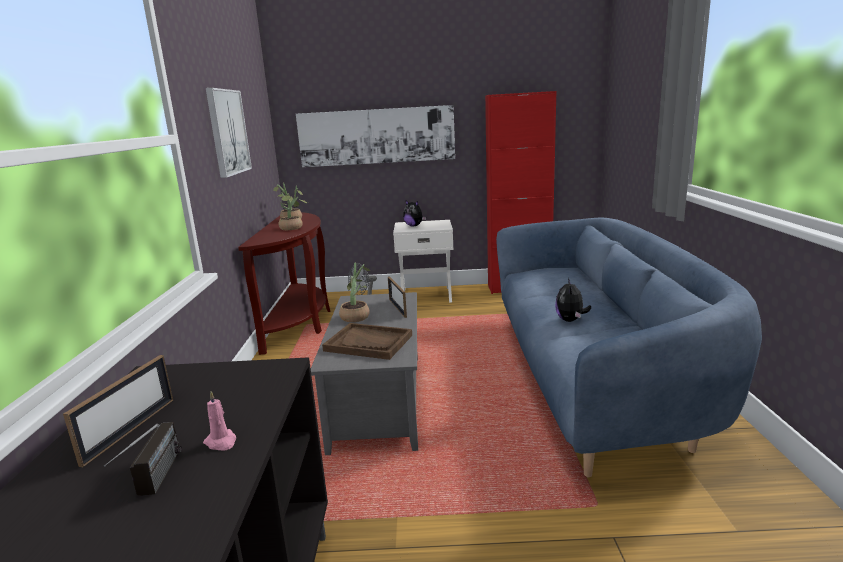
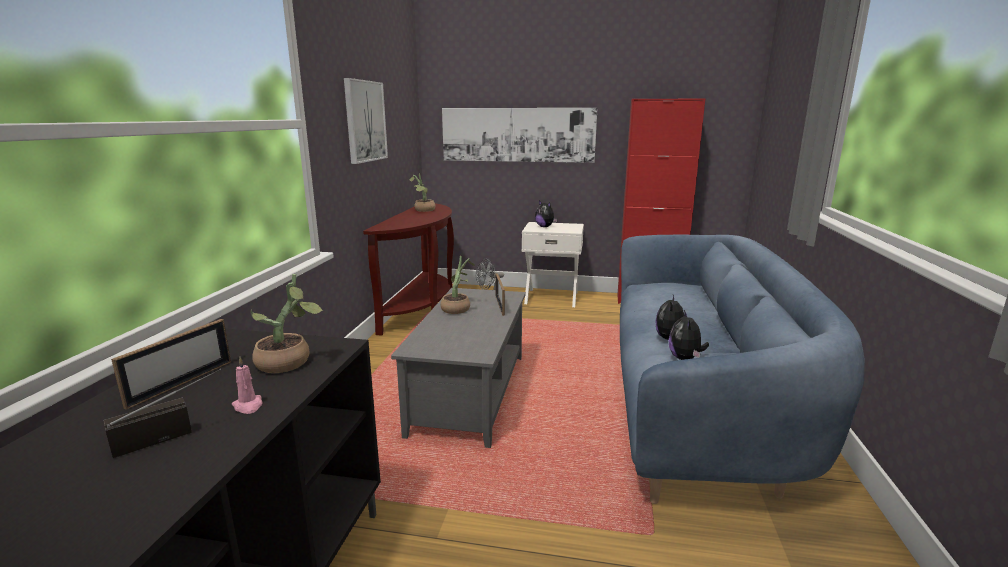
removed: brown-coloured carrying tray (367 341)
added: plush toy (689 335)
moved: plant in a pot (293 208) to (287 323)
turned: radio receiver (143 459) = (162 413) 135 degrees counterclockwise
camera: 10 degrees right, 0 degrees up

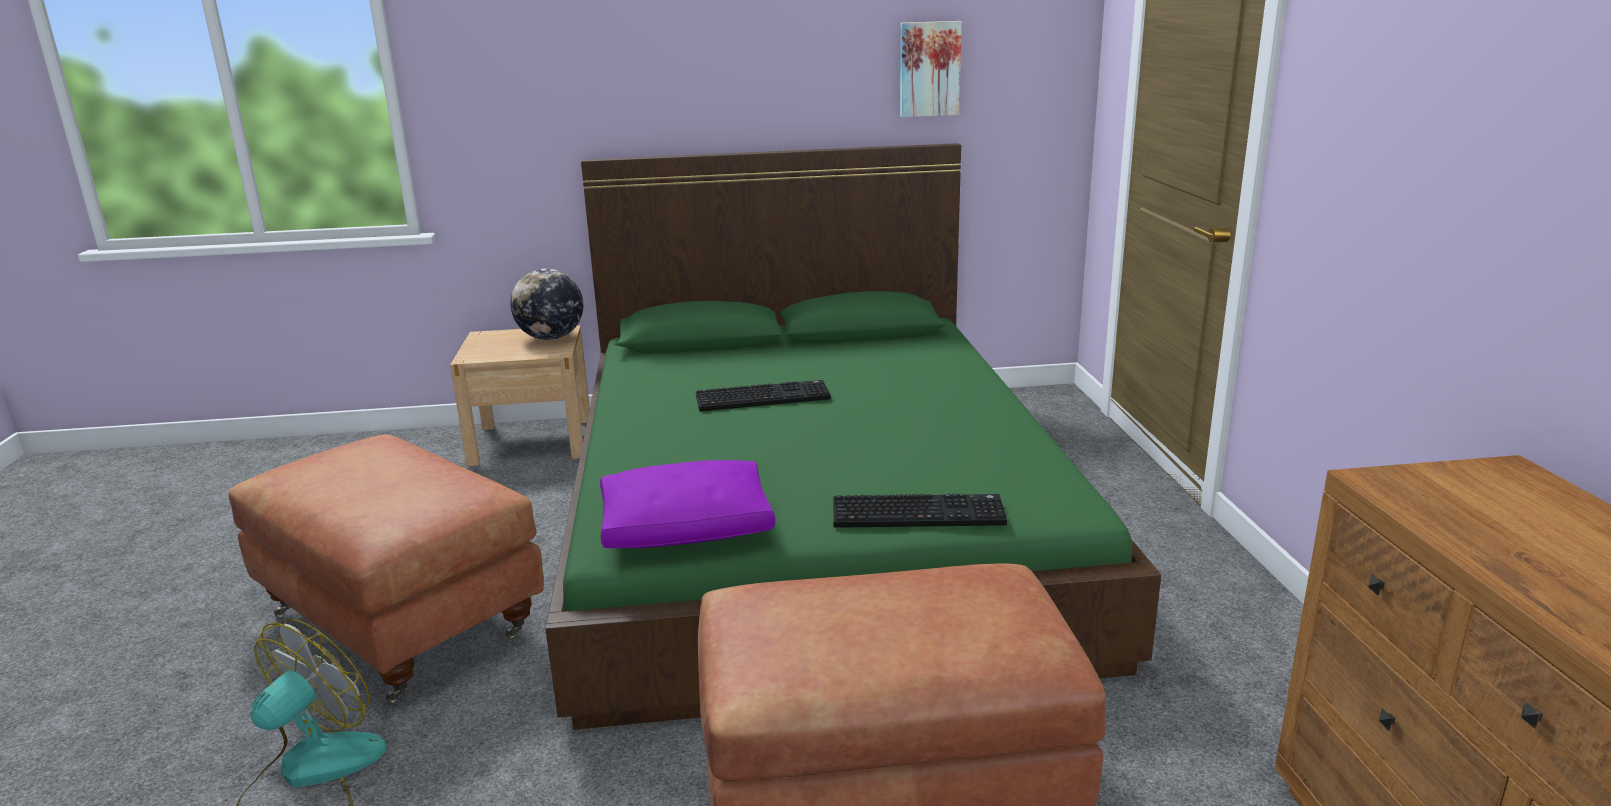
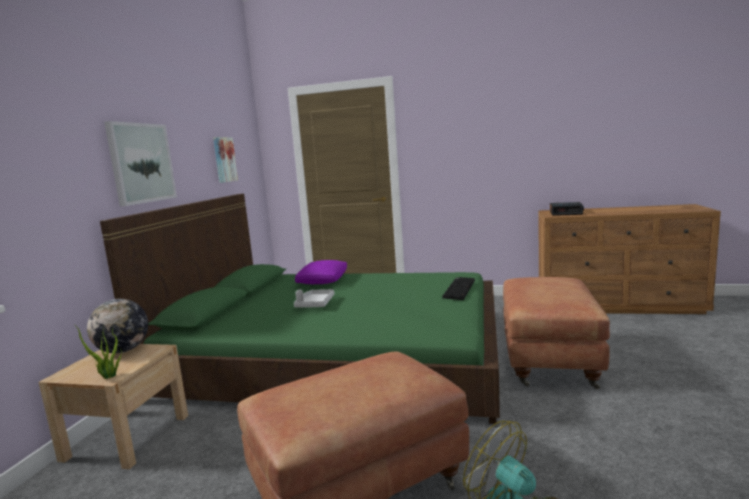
added: plant in a pot (97 350); picture (140 163); bedside clock (567 209)
moved: purple throw pillow (687 504) to (321 272)
replaced: computer keyboard (763 395) to gray carrying tray (314 298)
camera: 70 degrees left, 10 degrees down

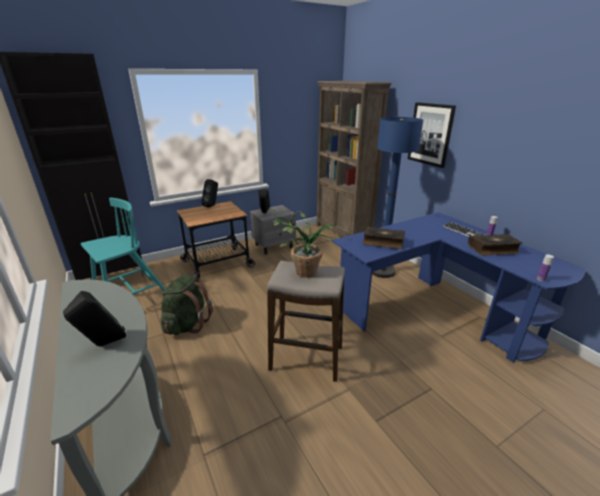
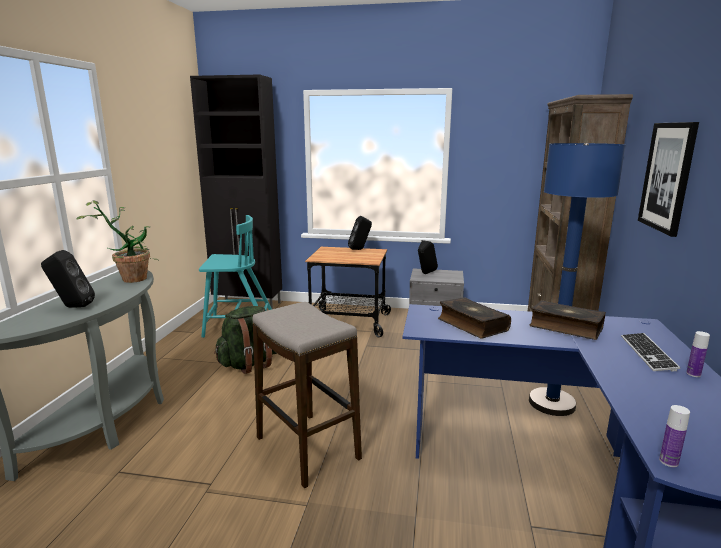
moved: plant in a pot (305 244) to (117 241); book (495 245) to (567 320)
camera: 40 degrees right, 10 degrees down

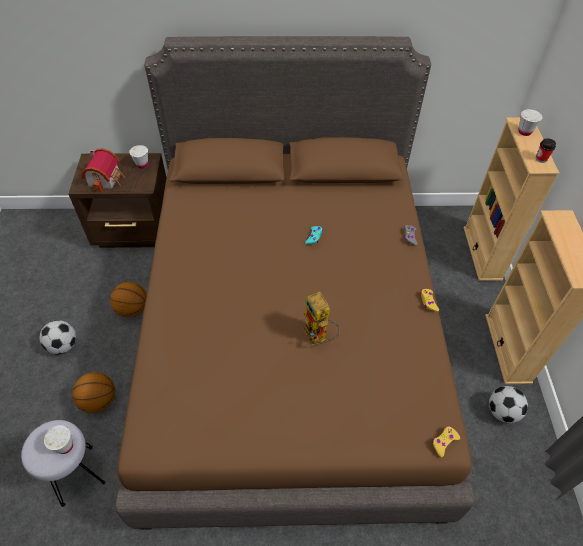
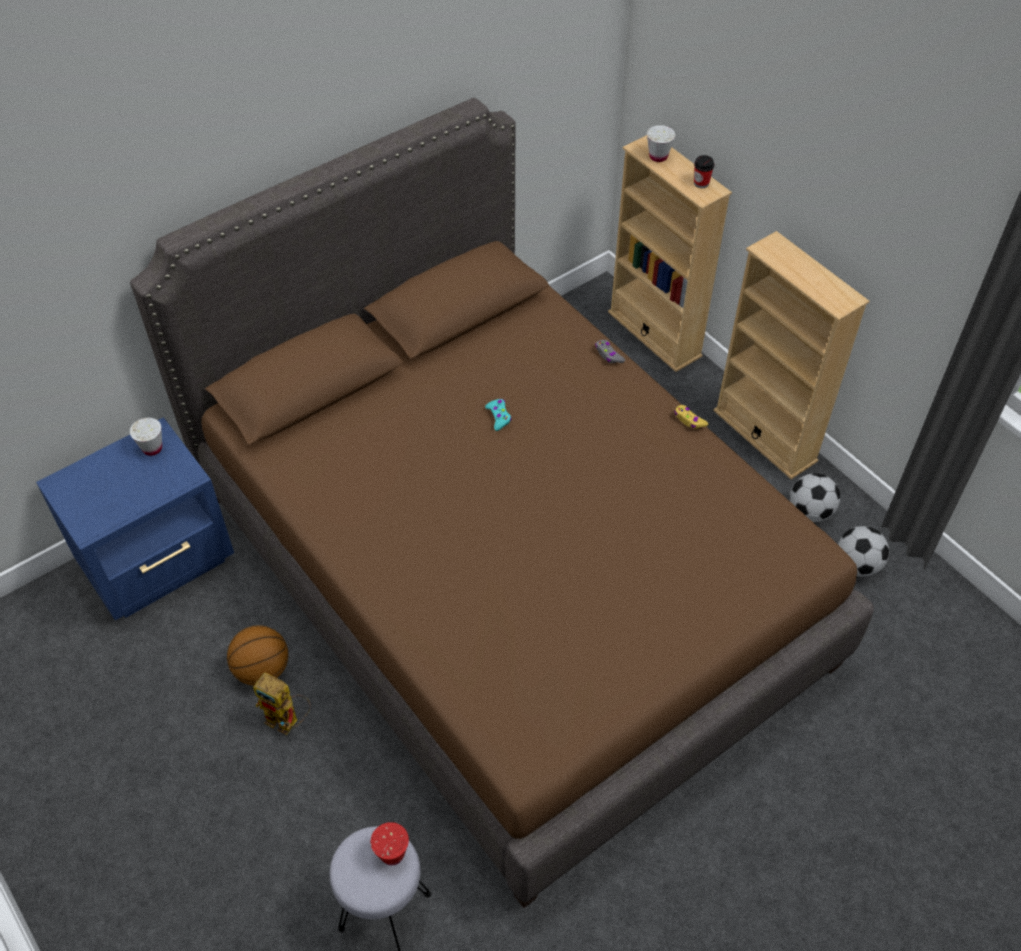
removed: ball for basketball (93 392); model house (103 170); yellow gamepad (446 441)
moved: ball for football (58 337) to (863 551); robot figure (321 318) to (282 704)
recoloured: whitish cup (58 439) to red-coloured cup (390 843); brown-coloured night table (118 200) to bluish night table (135 518)
camera: 35 degrees left, 0 degrees up

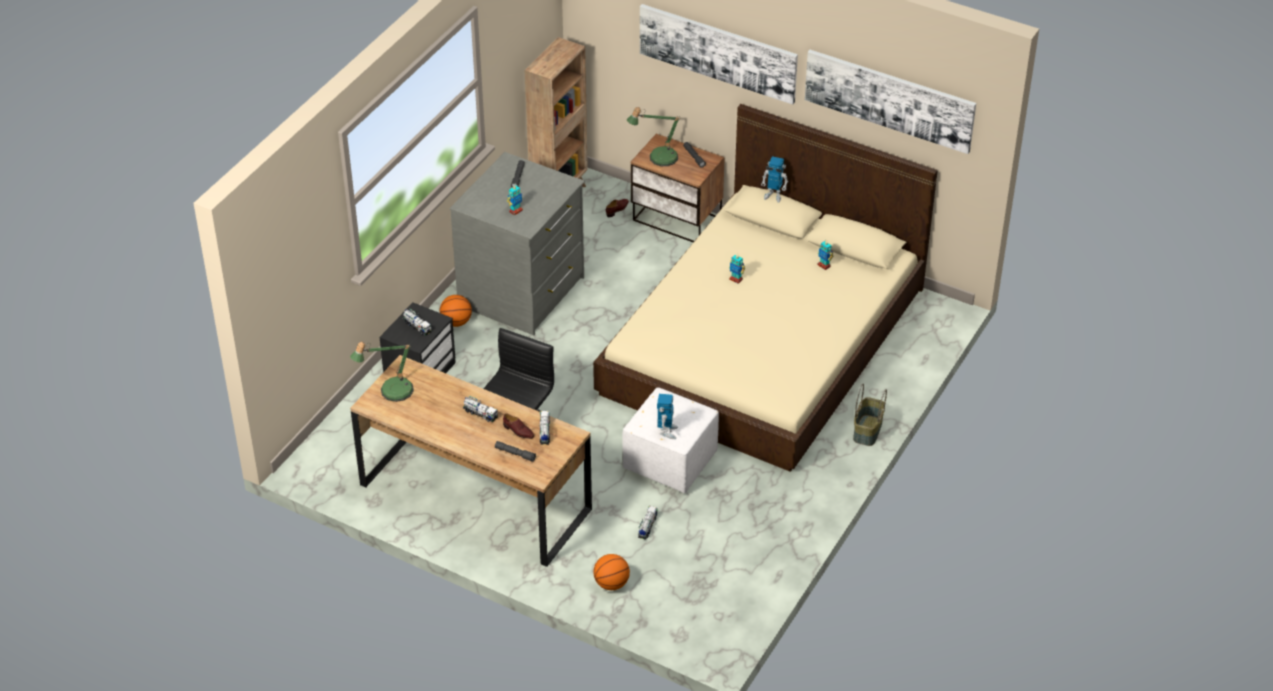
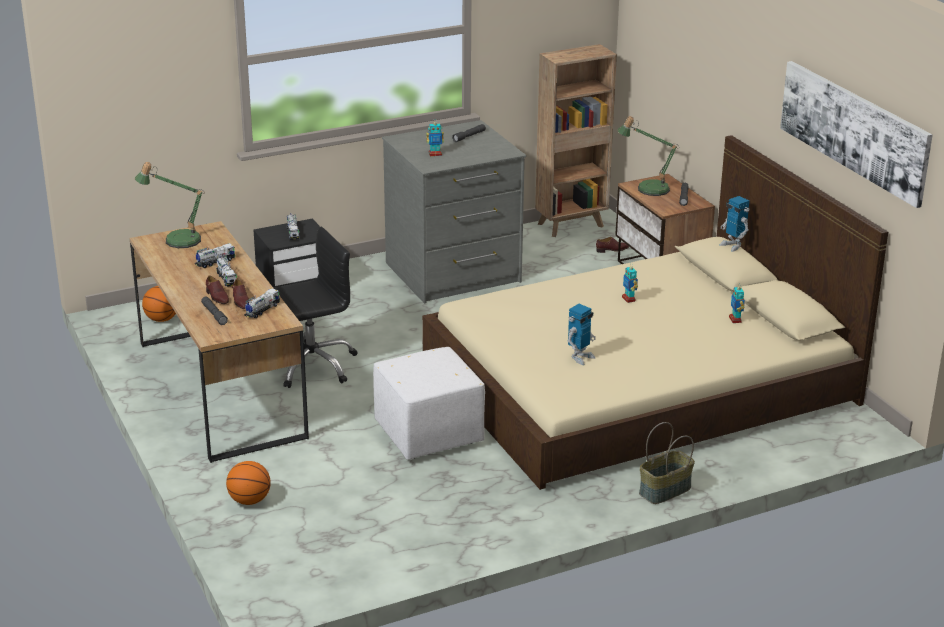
removed: picture (719 54)
added: brown-coloured low shoe (217 289)
moved: ball for basketball (456 311) to (159 304); toy lorry (648 523) to (215 255); robot figure (667 416) to (582 334)
camera: 35 degrees right, 15 degrees down

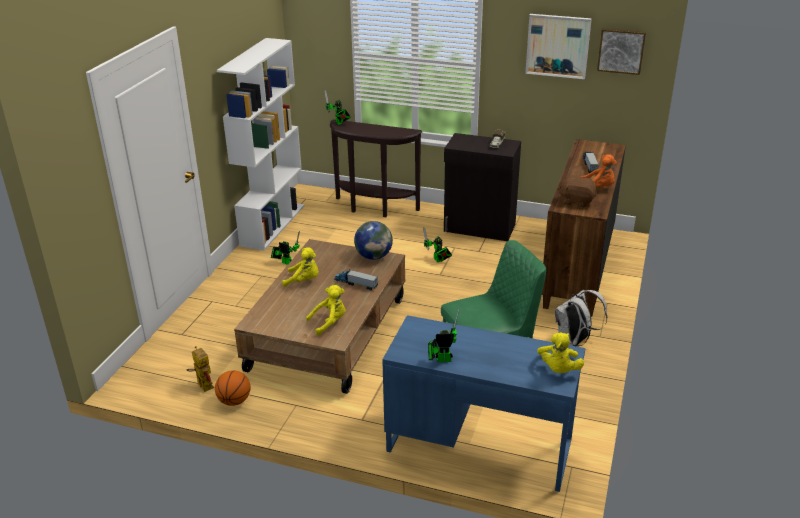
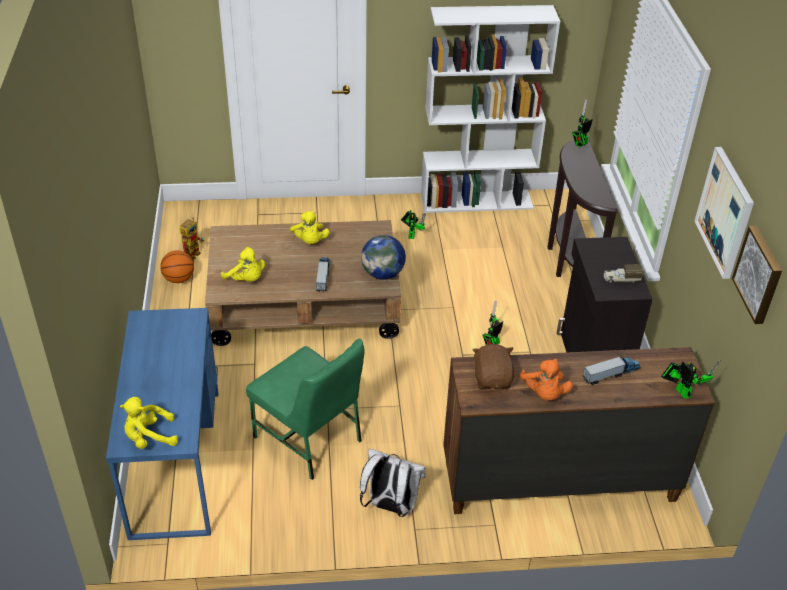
moved: robot figure (443 335) to (691 379)
camera: 65 degrees right, 10 degrees up

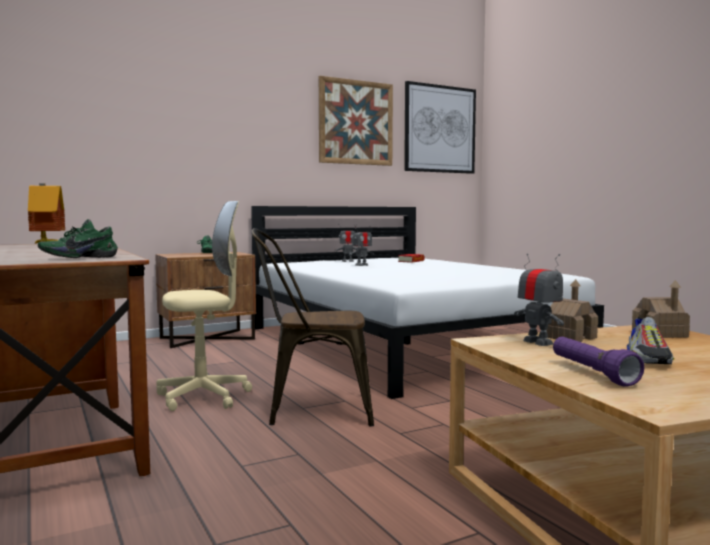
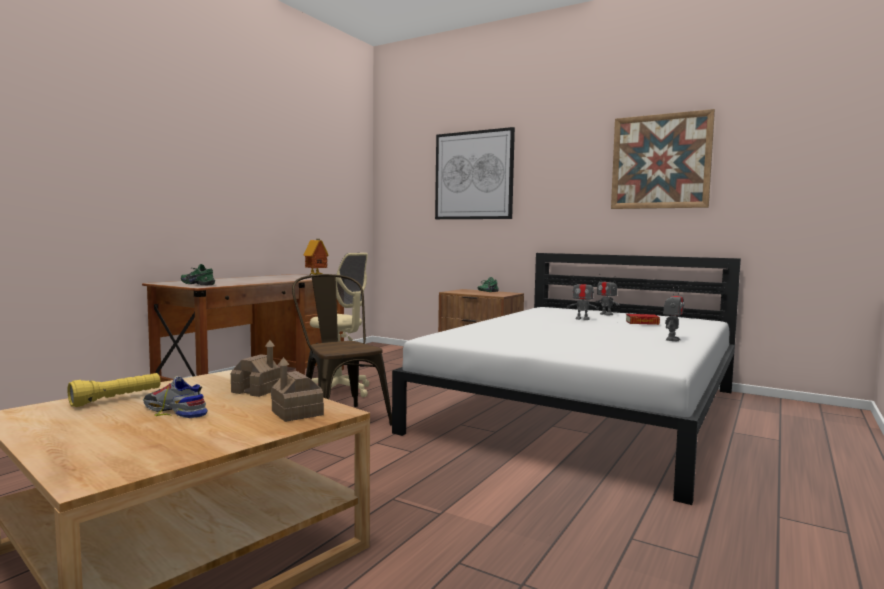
moved: picture (440 127) to (475 173); robot figure (539 300) to (673 314)
recoloured: purple hand torch (598 362) to yellow hand torch (114 390)
turned: low shoe (651 340) = (175 397) 45 degrees clockwise
camera: 60 degrees right, 0 degrees up

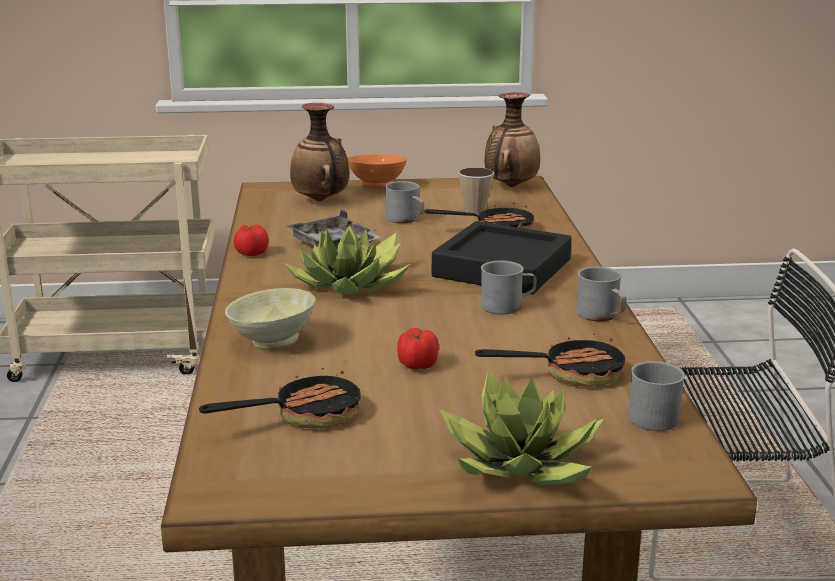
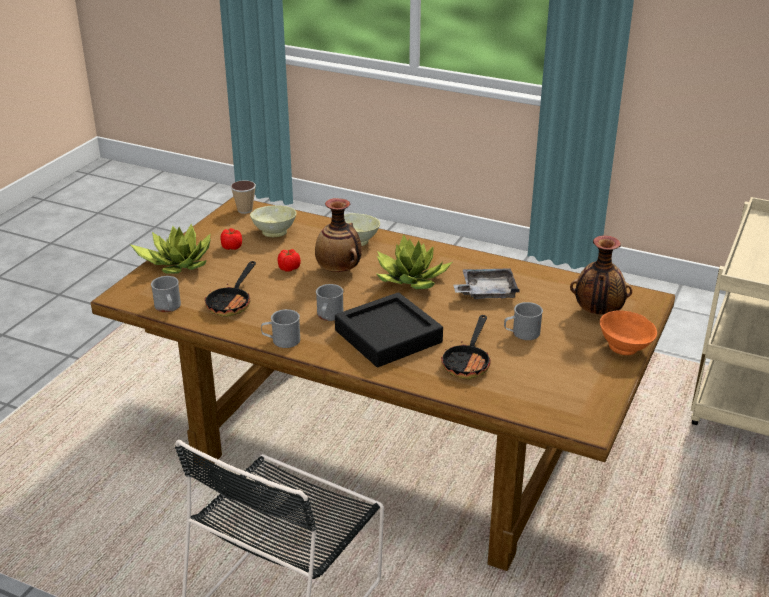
moved: whole tomato (251 240) to (231 239); cup (476 190) to (243 197); vase (512 139) to (338 235)
replaced: frying pan (280 394) to sand-coloured bowl (273 221)
camera: 120 degrees right, 10 degrees up

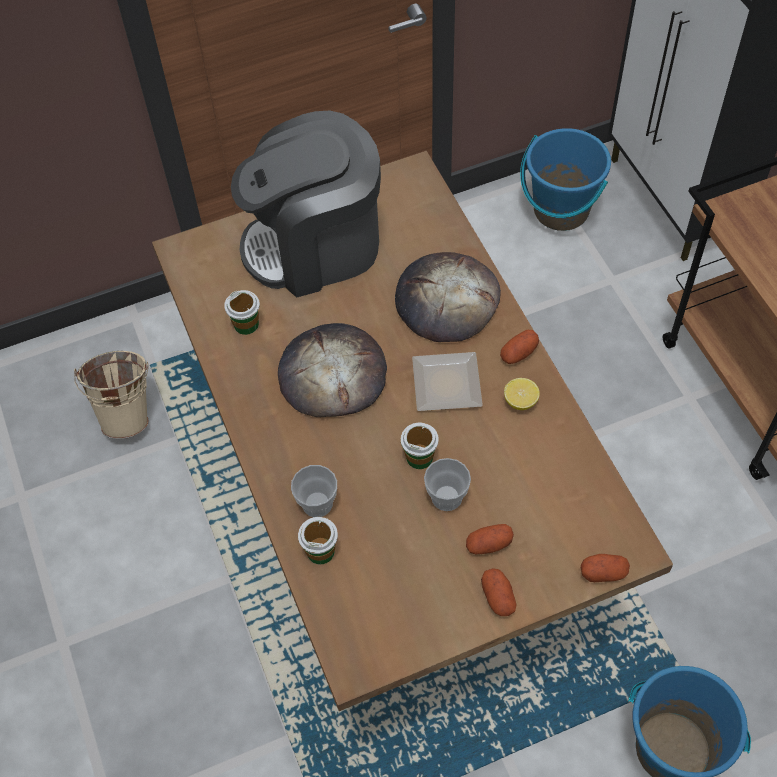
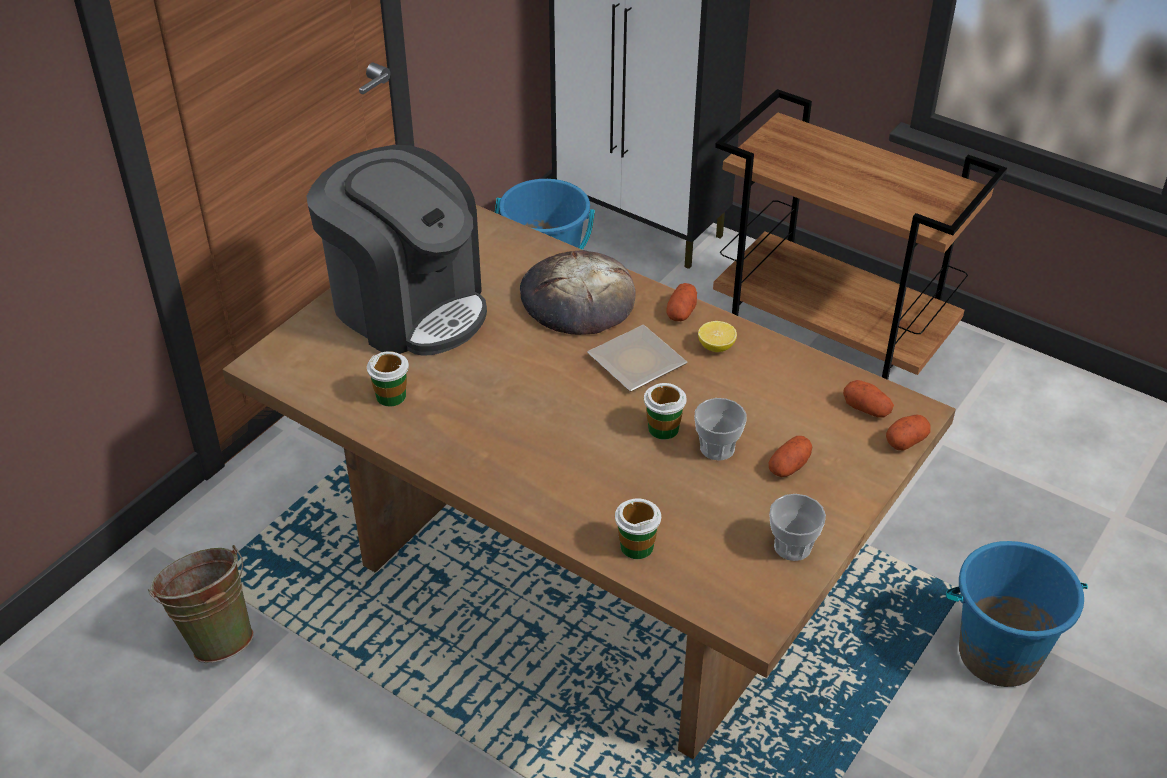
removed: baked bread (332 370)
moved: cup (314 491) to (797 527); spud (498 592) to (868 398)
recoloured: sand-coloured water bucket (111 395) to greenish water bucket (201 604)
turned: coffee maker (306 204) = (396 250) 90 degrees counterclockwise
camera: 35 degrees left, 15 degrees down

